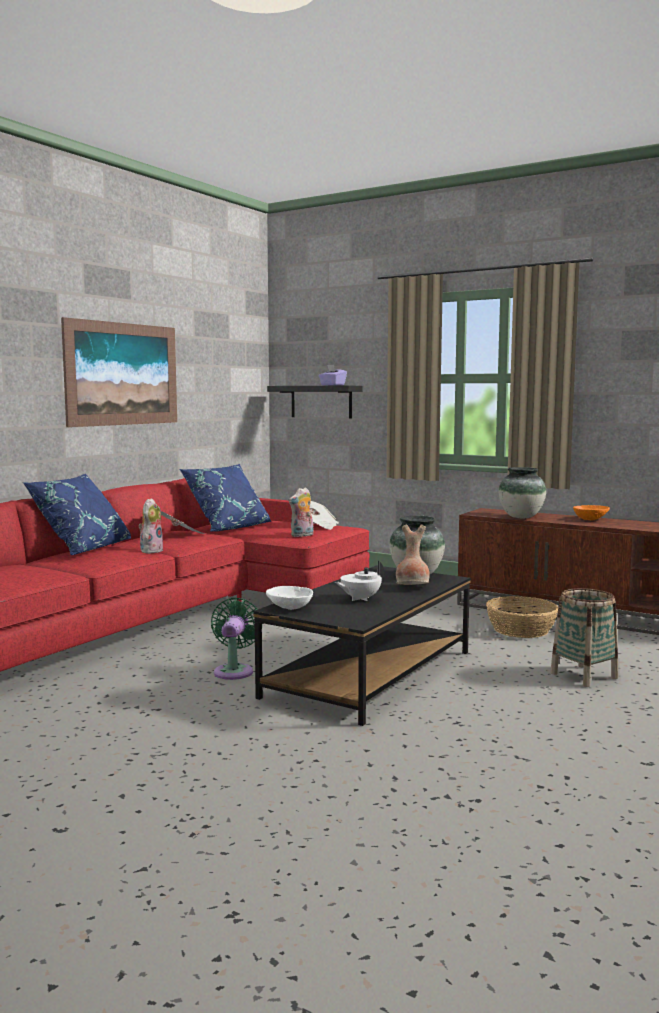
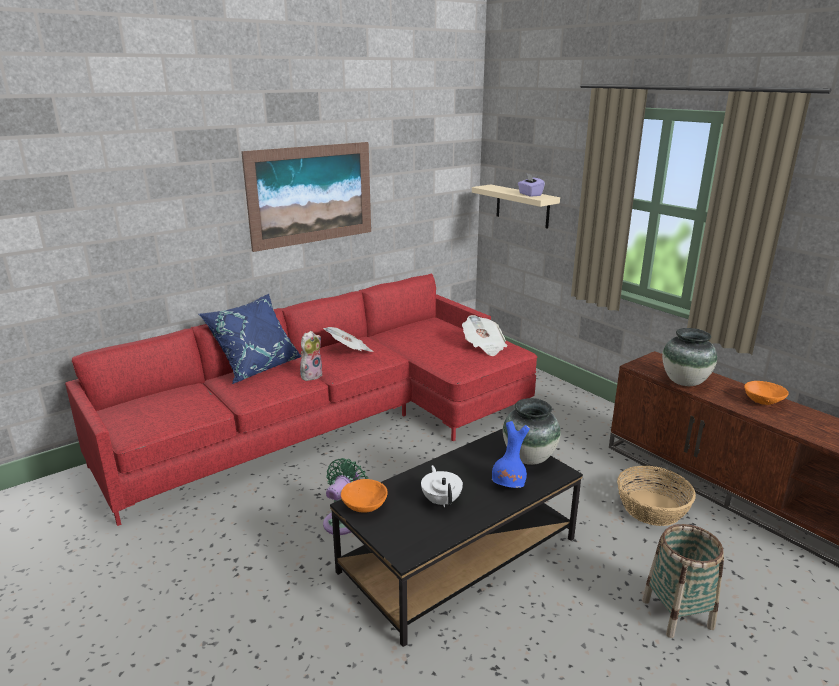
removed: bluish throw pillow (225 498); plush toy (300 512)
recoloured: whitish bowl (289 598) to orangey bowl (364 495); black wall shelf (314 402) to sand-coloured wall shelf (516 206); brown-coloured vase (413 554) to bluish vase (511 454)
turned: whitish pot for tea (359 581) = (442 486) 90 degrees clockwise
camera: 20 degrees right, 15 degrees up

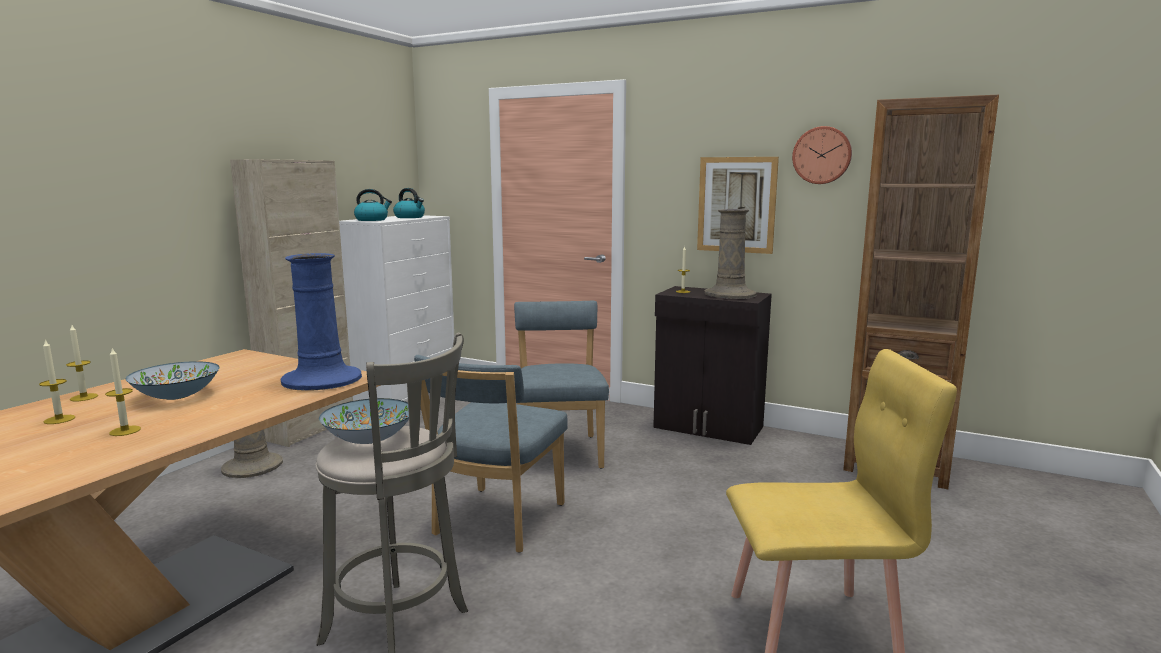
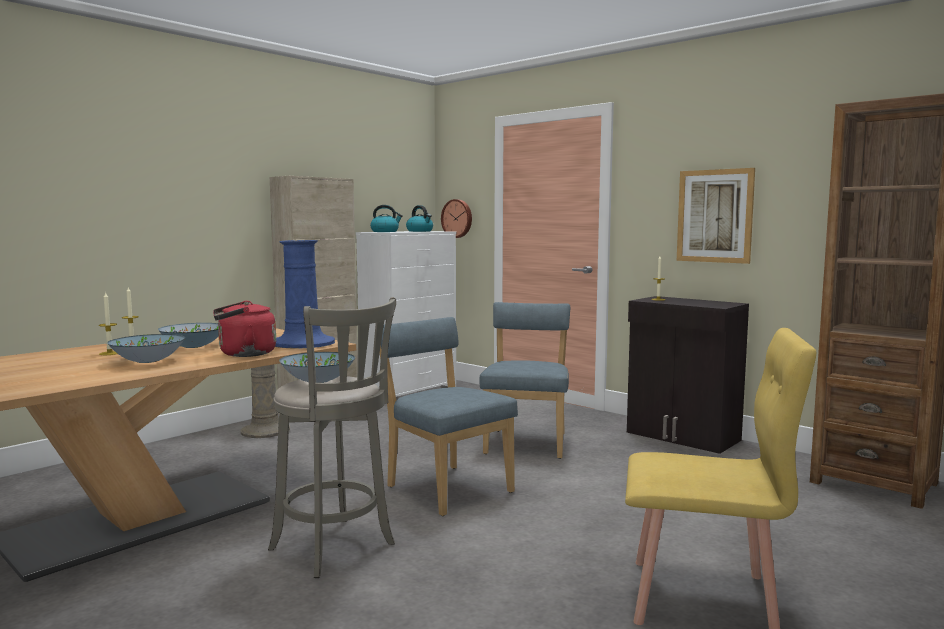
removed: sand-coloured vase (730 254)
added: red-coloured kettle (244 329)
moved: wall clock (822 155) to (456 218)
replaced: wax light (123 392) to bowl (146 348)
turned: bluish plain chair (491 454) = (449 416) 105 degrees clockwise
camera: 15 degrees right, 5 degrees down

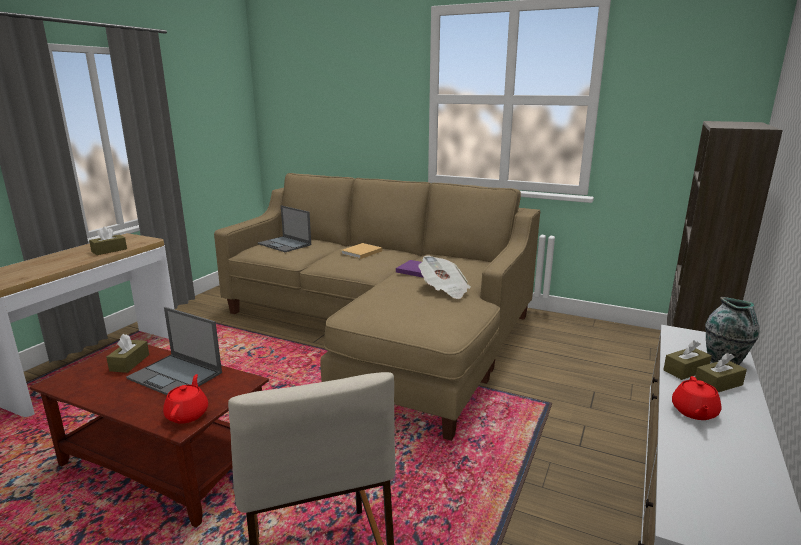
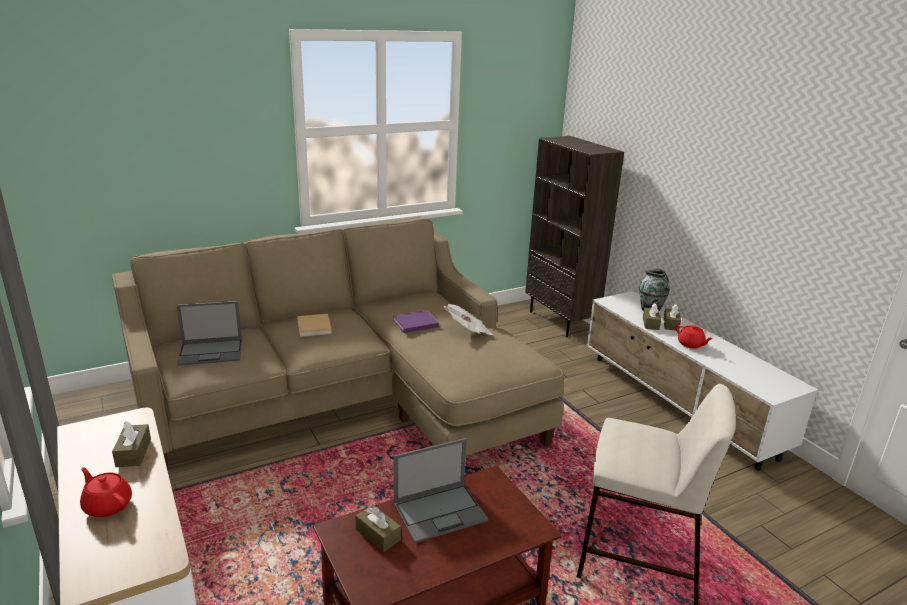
moved: red-coloured pot for tea (185 399) to (106 492)
camera: 55 degrees left, 5 degrees up

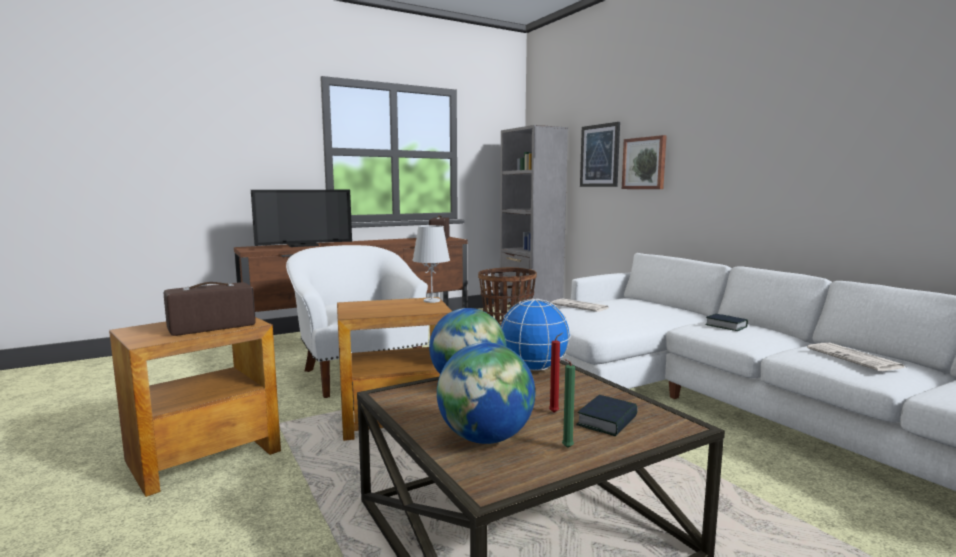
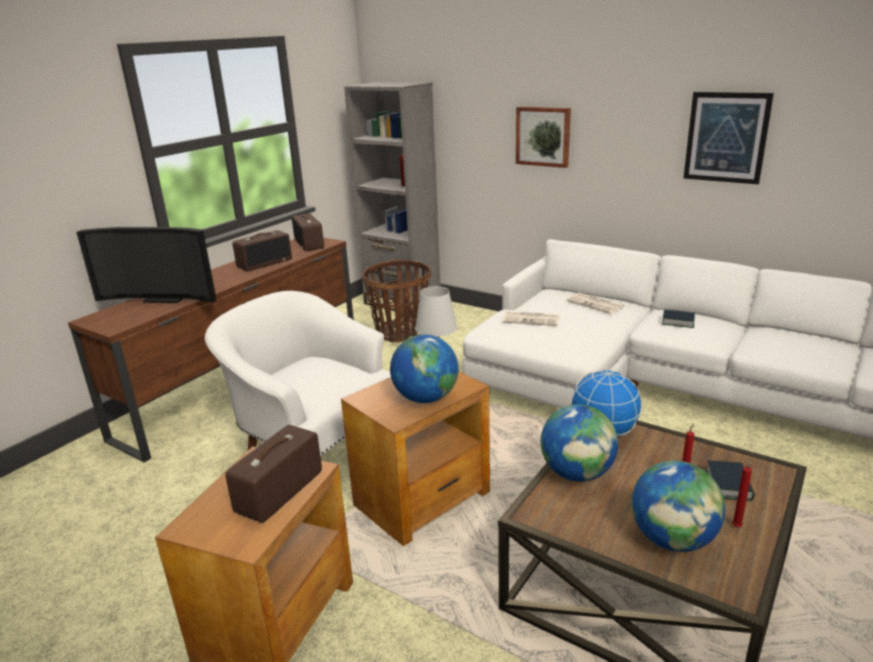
added: radio receiver (262 251); desk globe (424 368)
moved: picture (600 154) to (728 138); printed paper (856 357) to (595 303)
recoloured: greenish wax light (568 403) to red-coloured wax light (742 496)
turned: TV set (301 218) = (146 265) 60 degrees clockwise
camera: 25 degrees left, 15 degrees up

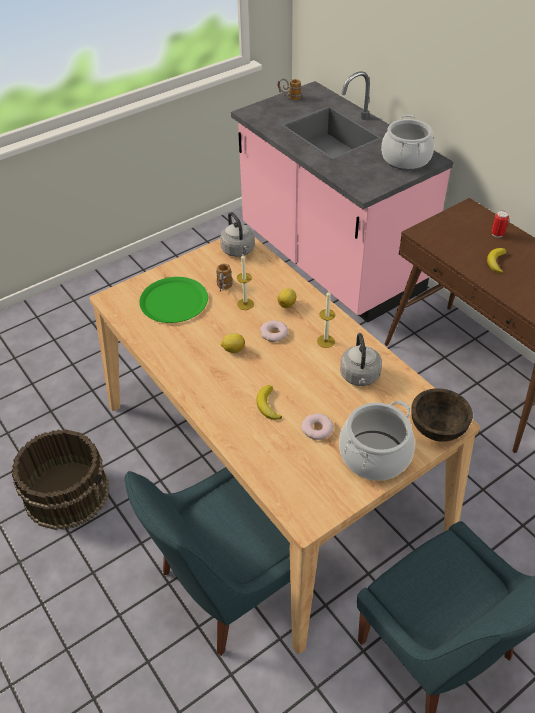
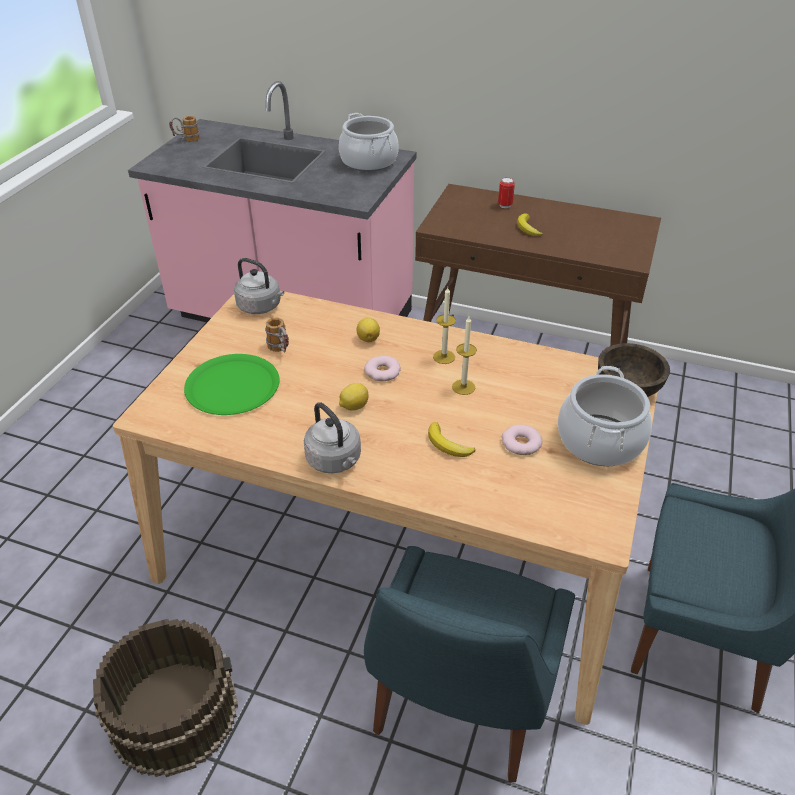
moved: wax light (245 282) to (464 355); gray kettle (361 359) to (332 437)
camera: 35 degrees left, 5 degrees down

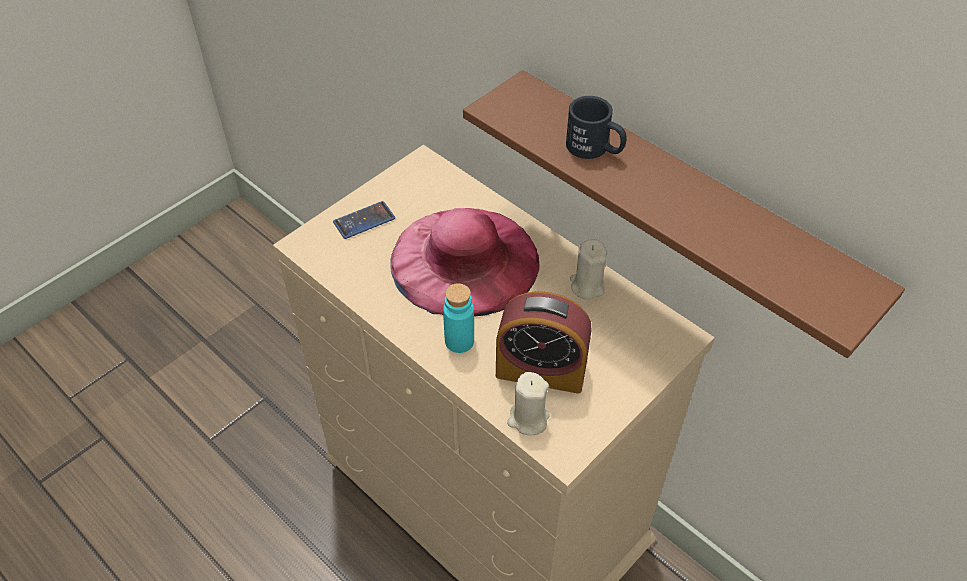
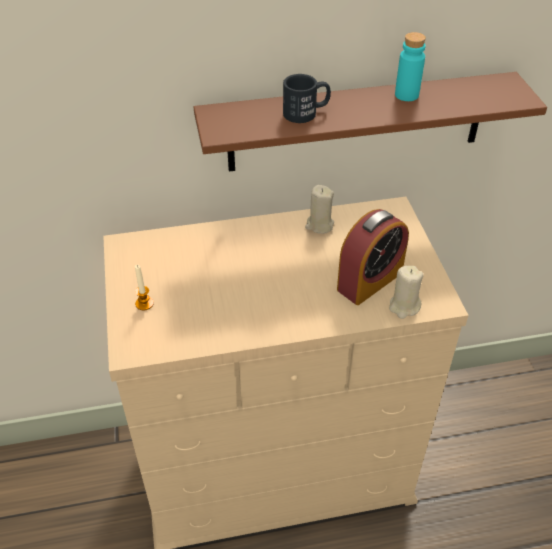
removed: pink clothing hat (465 262)
moved: turquoise-coloured bottle (458 318) to (410 66)
replaced: handset (364 220) to wax light (144 287)
camera: 55 degrees left, 5 degrees down

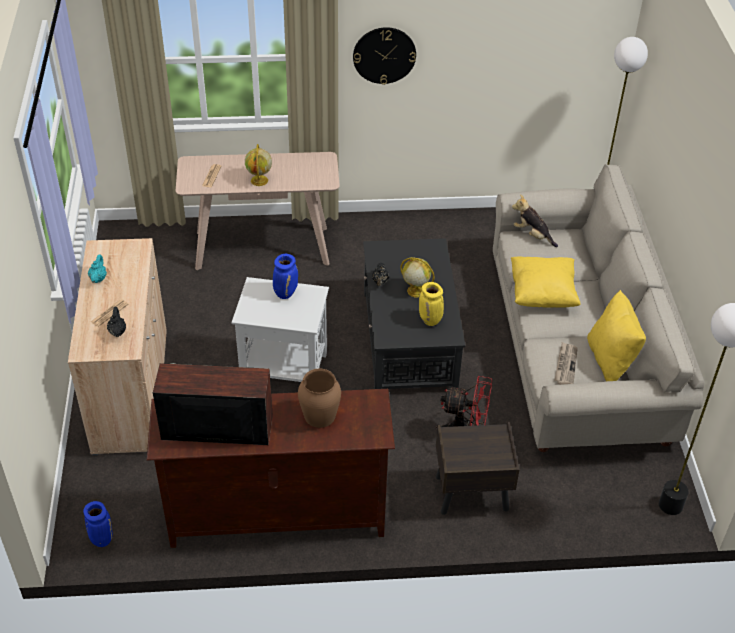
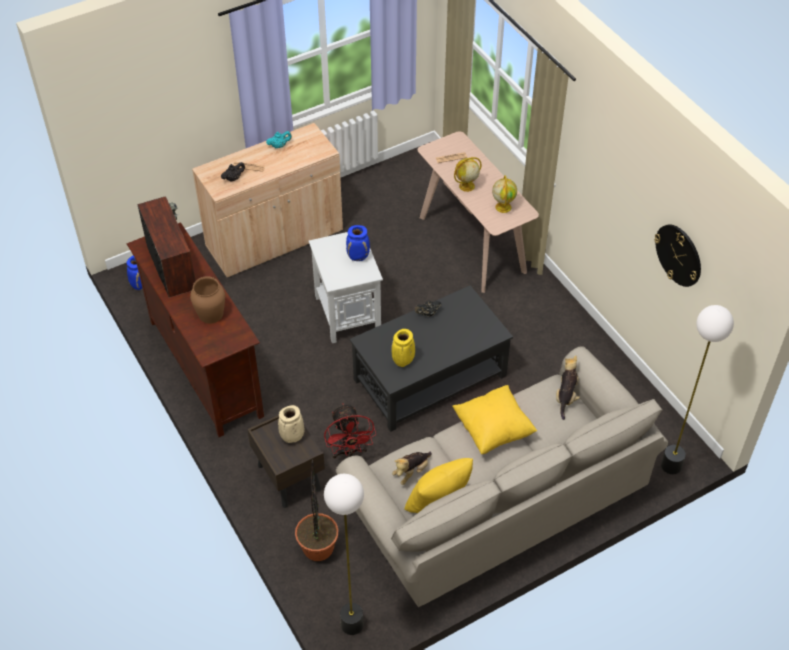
added: sand-coloured vase (291 424); plant in a pot (317 510)
moved: wall clock (384 56) to (677 255); desk globe (417 277) to (504 194)
replaced: printed paper (566 363) to plush toy (412 468)
camera: 65 degrees right, 5 degrees up

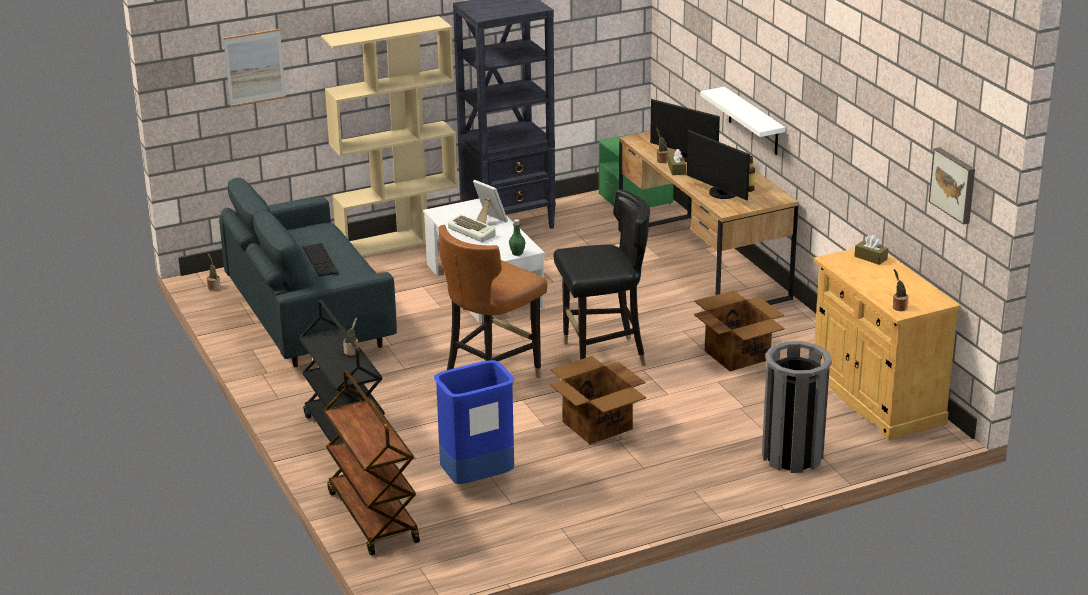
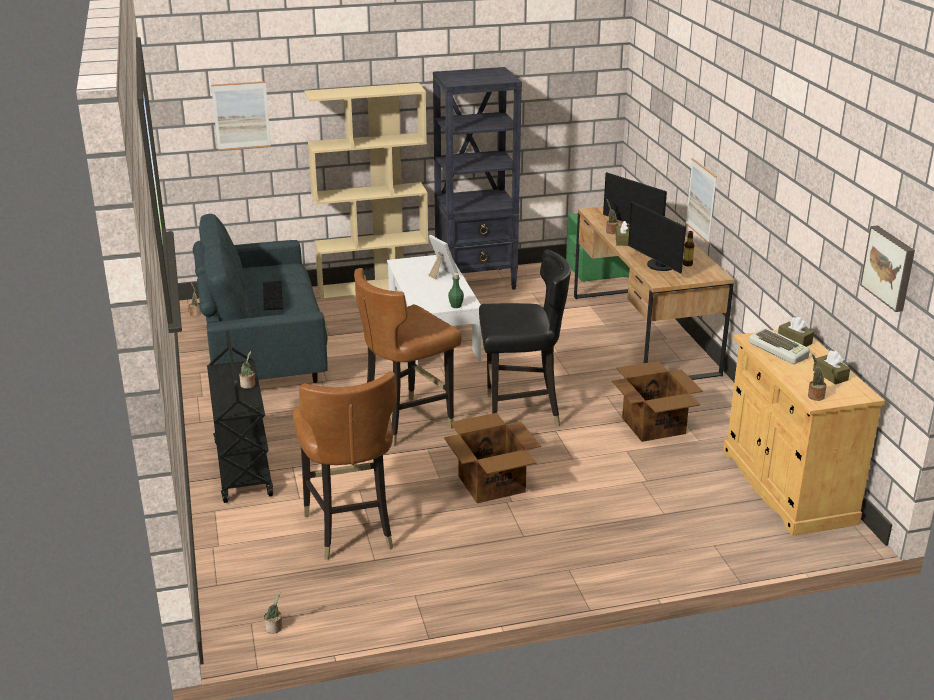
removed: brown-coloured cart (371 462); gray waste bin (797 407)
added: plant in a pot (273 613); brown-coloured tissue holder (831 367)
moved: computer keyboard (472 228) to (779 346)
replaced: bluish waste bin (474 422) to brown-coloured plain chair (345 466); whitish wall shelf (742 121) to picture (701 201)
camera: 10 degrees right, 0 degrees up

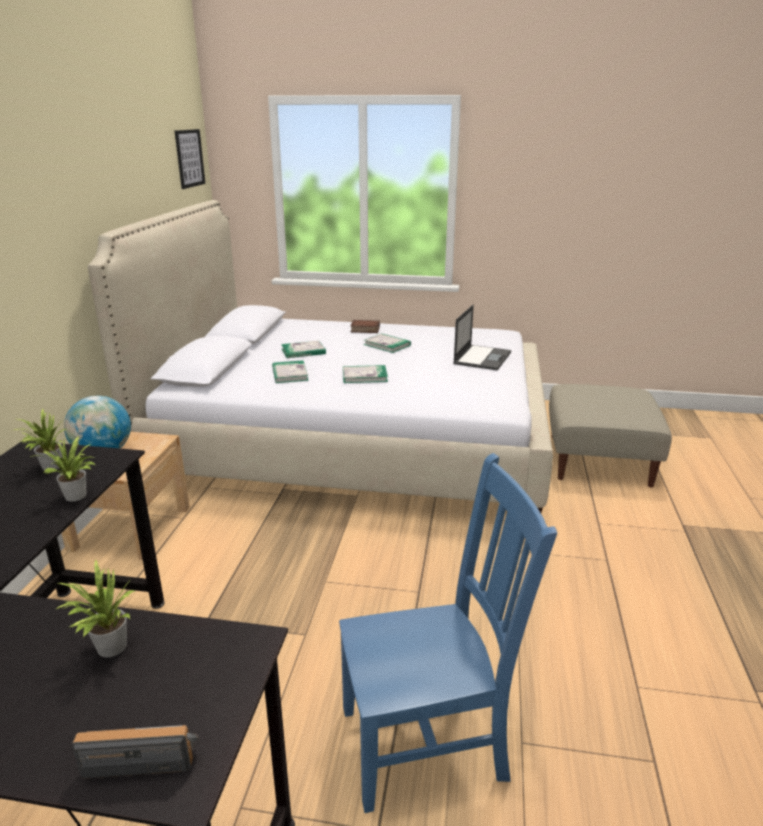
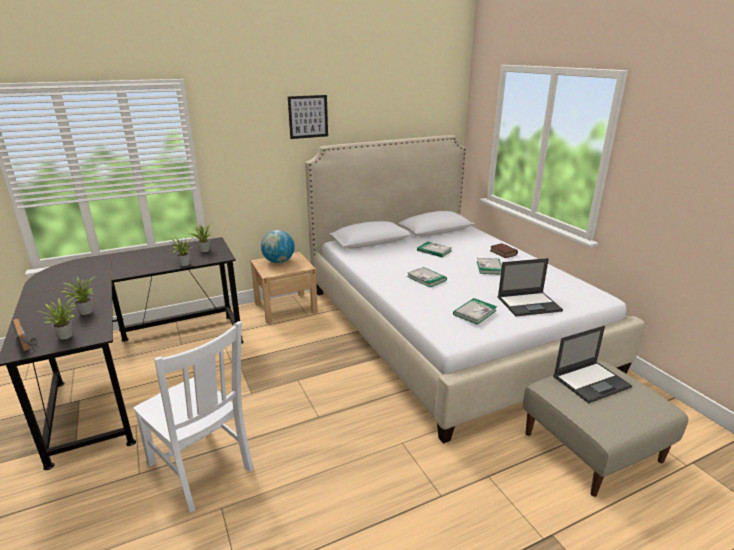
added: plant in a pot (59 319); laptop (592 364)
moved: picture (190 159) to (308 117); book (290 371) to (475 311)
recoloured: bluish plain chair (448 633) to whitish plain chair (193 416)
camera: 55 degrees right, 0 degrees up

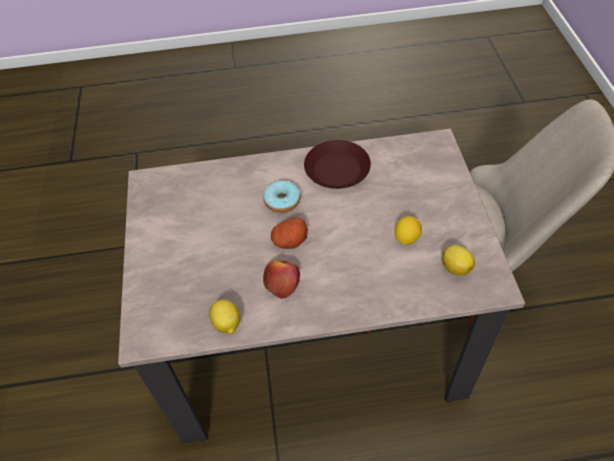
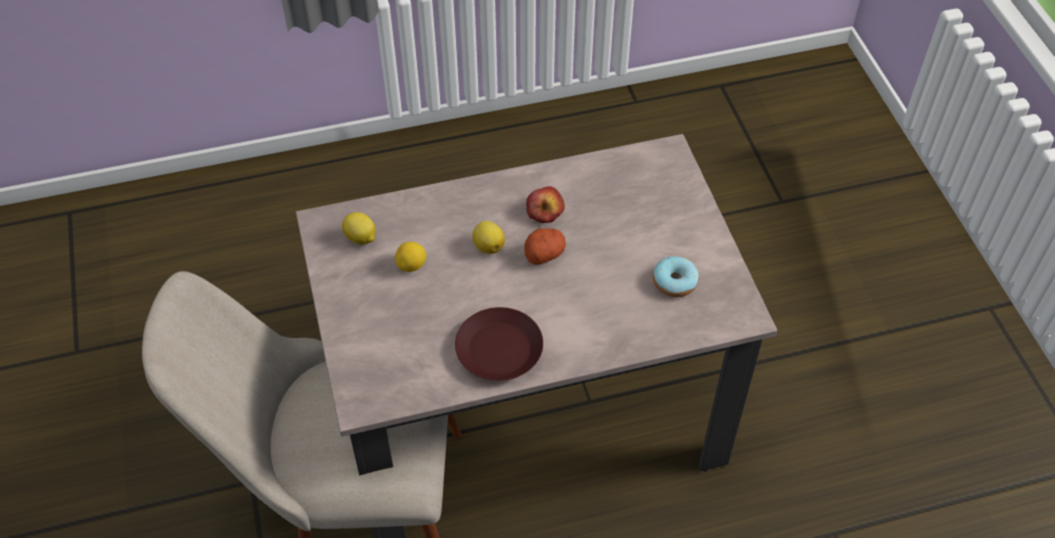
moved: lemon (224 317) to (489 237); donut (282 196) to (676 276)
camera: 170 degrees right, 0 degrees up

